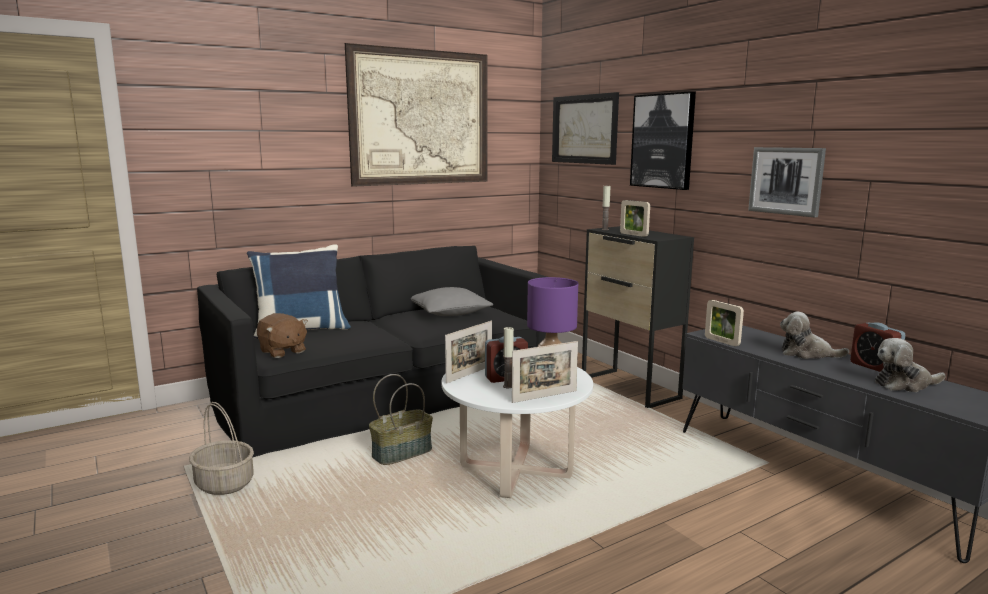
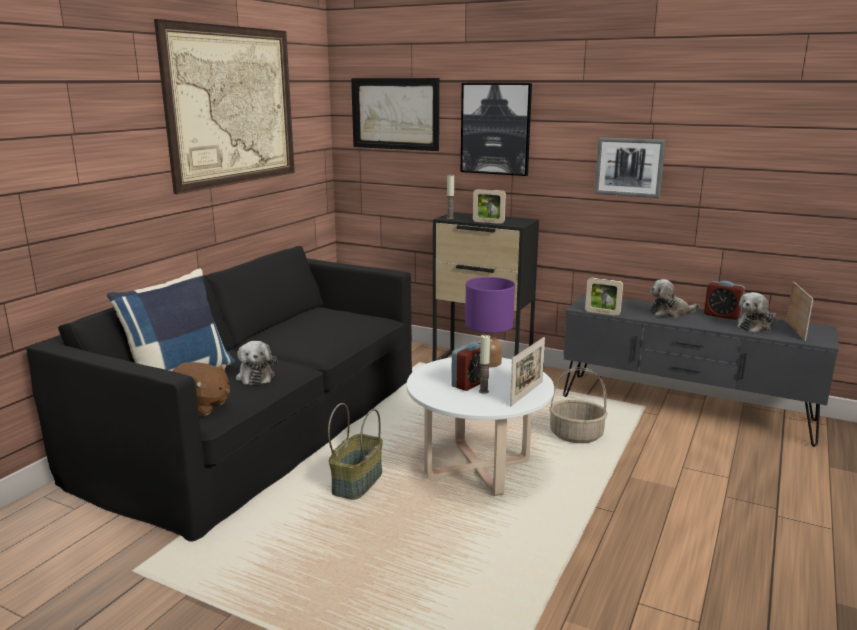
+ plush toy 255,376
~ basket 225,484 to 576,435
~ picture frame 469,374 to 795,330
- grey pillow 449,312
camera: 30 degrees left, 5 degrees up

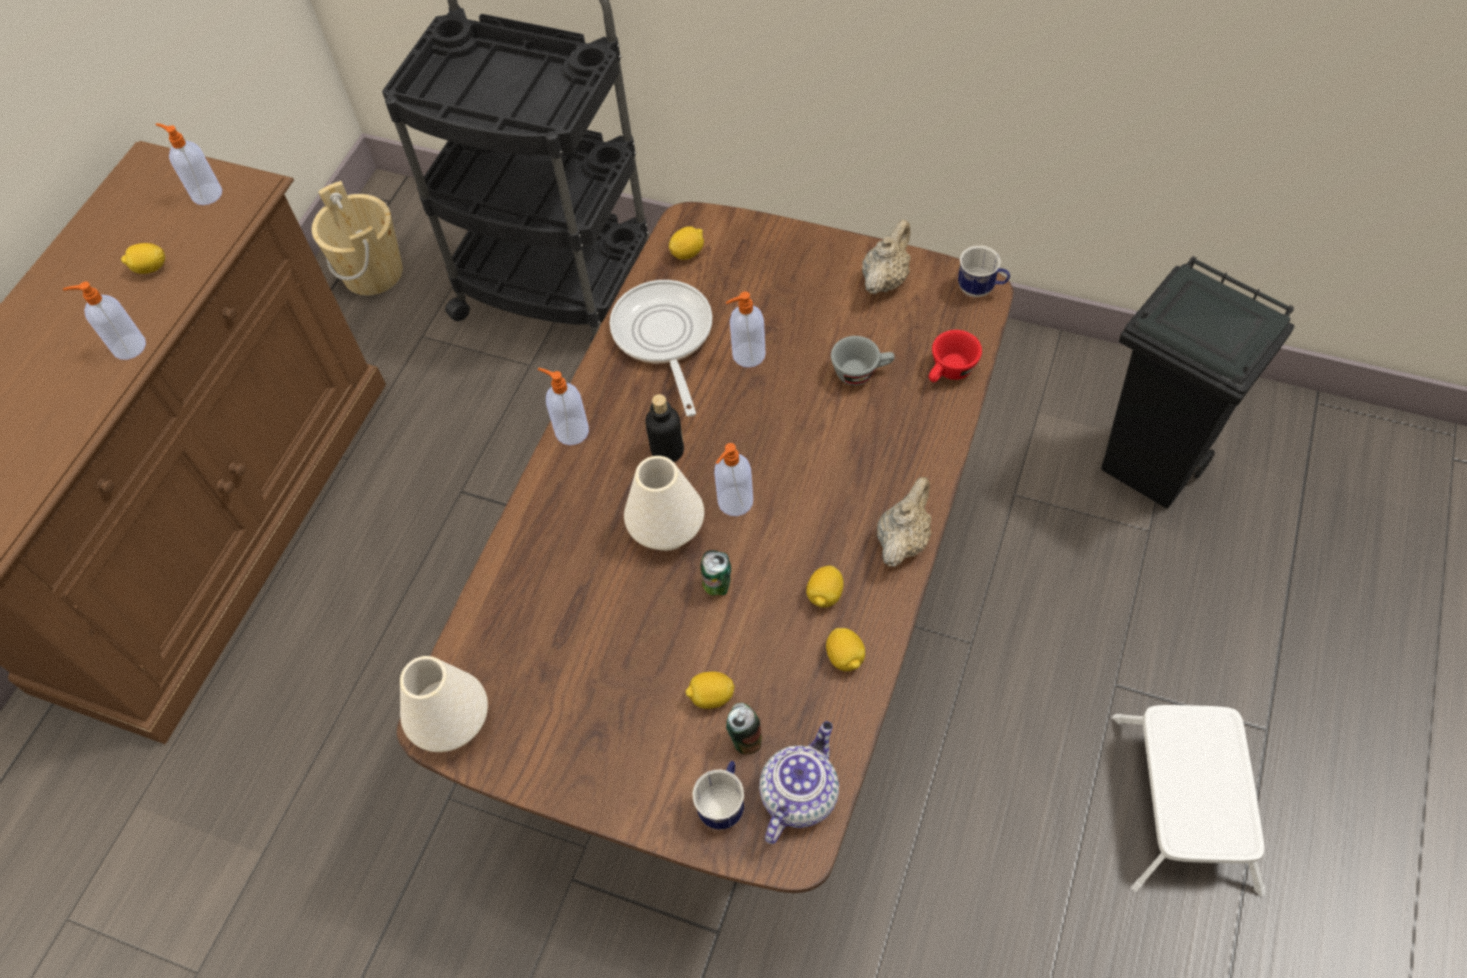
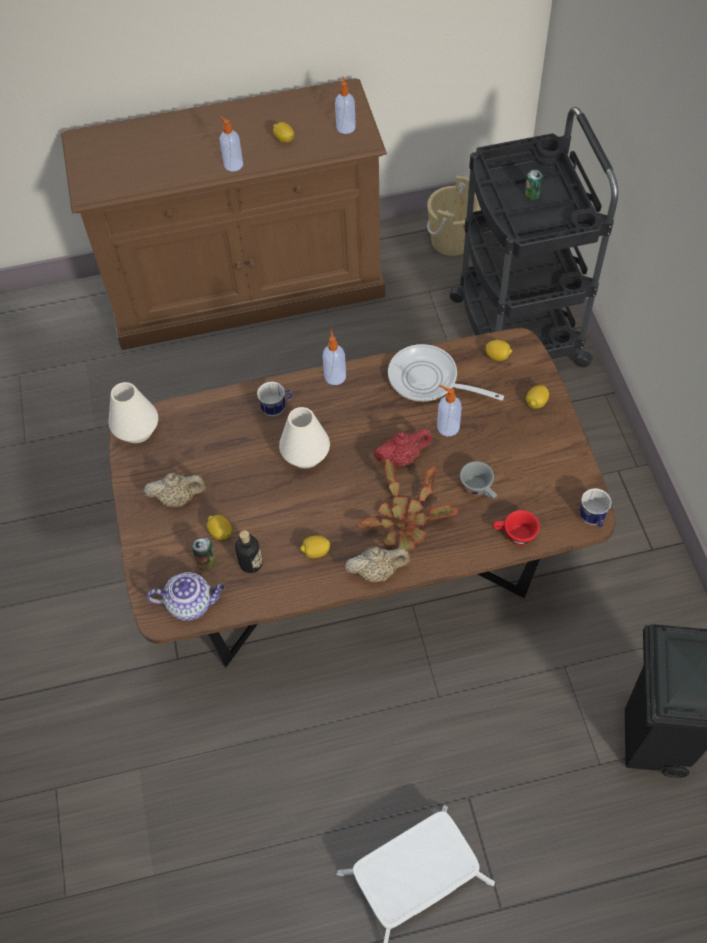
~ beige teapot 885,279 to 179,498
~ bottle 667,451 to 251,563
~ mug 724,803 to 277,408
+ potted plant 405,521
+ red teapot 402,457
~ frying pan 664,337 = 428,380 105 degrees counterclockwise
~ can 717,586 to 532,196
~ lemon 845,657 to 536,403
- soap dispenser 734,502
camera: 55 degrees right, 0 degrees up

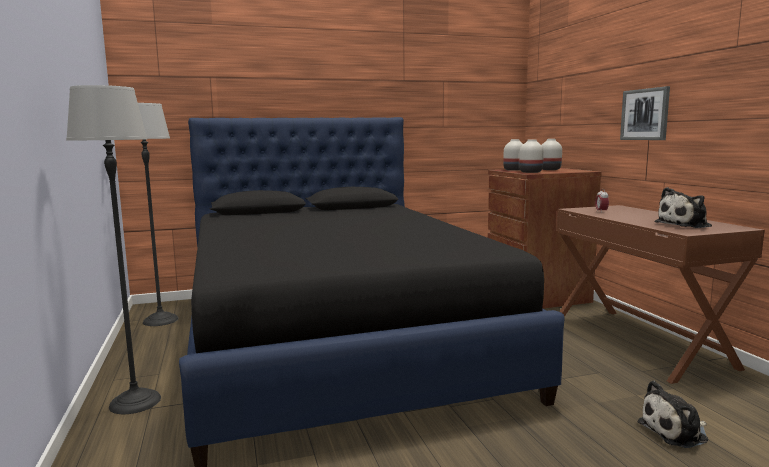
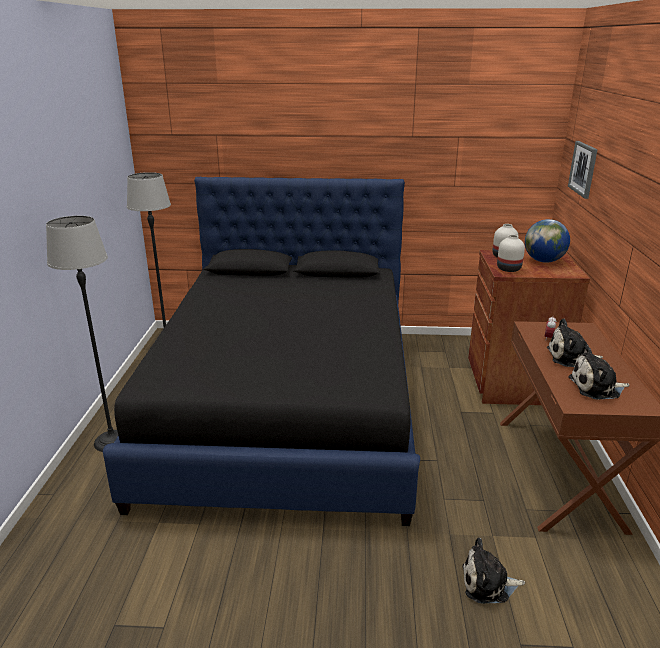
~ white vase 550,169 to globe 543,261
+ plush toy 571,357
~ picture 645,114 to 583,169
camera: 20 degrees right, 15 degrees up

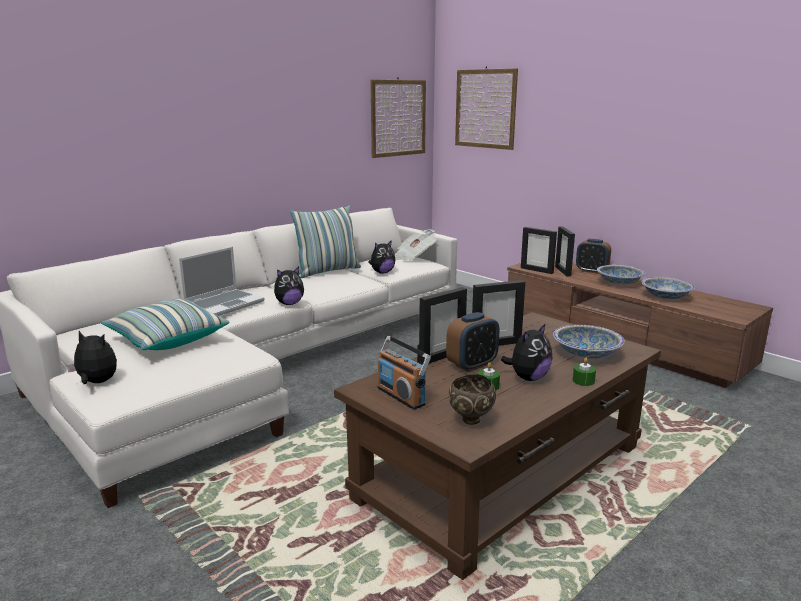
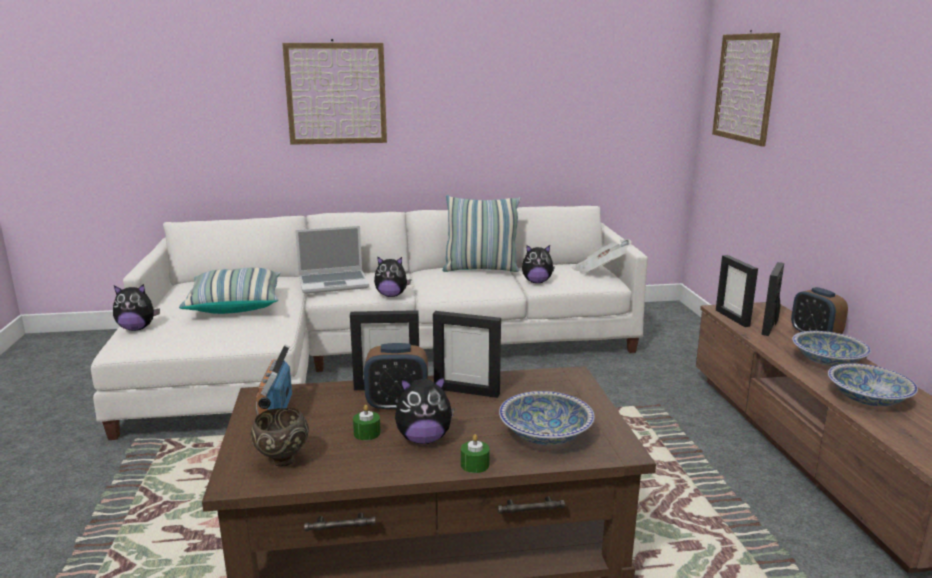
~ plush toy 96,383 = 137,328 120 degrees clockwise
~ picture 398,117 to 336,92
camera: 35 degrees right, 0 degrees up

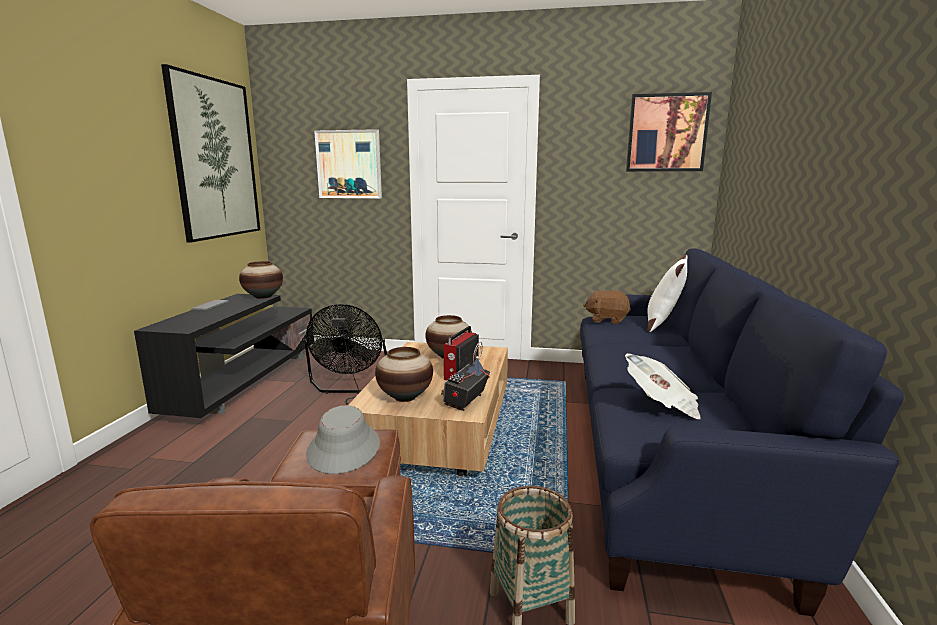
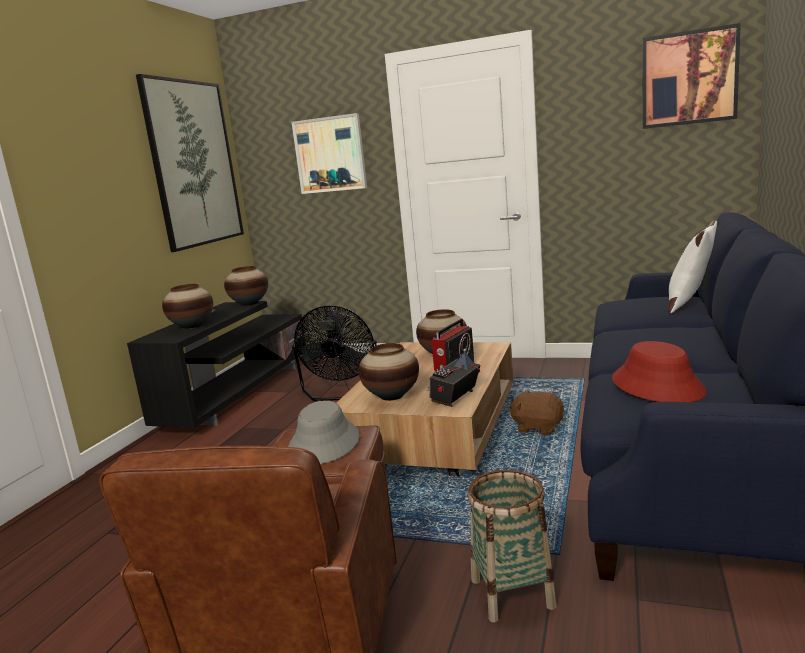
+ vase 192,326
~ brown plush toy 607,320 to 538,427
~ newspaper 662,404 to red hat 657,386
camera: 10 degrees right, 0 degrees up

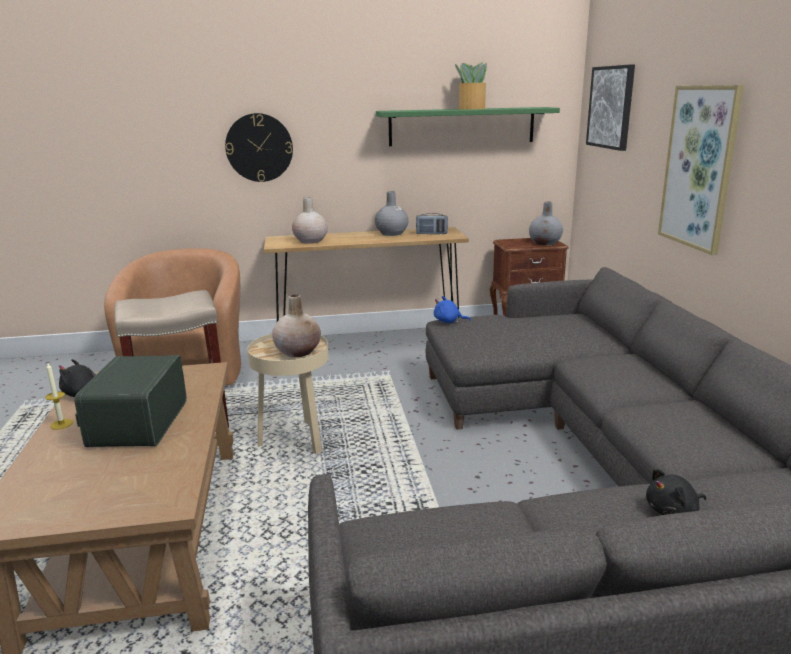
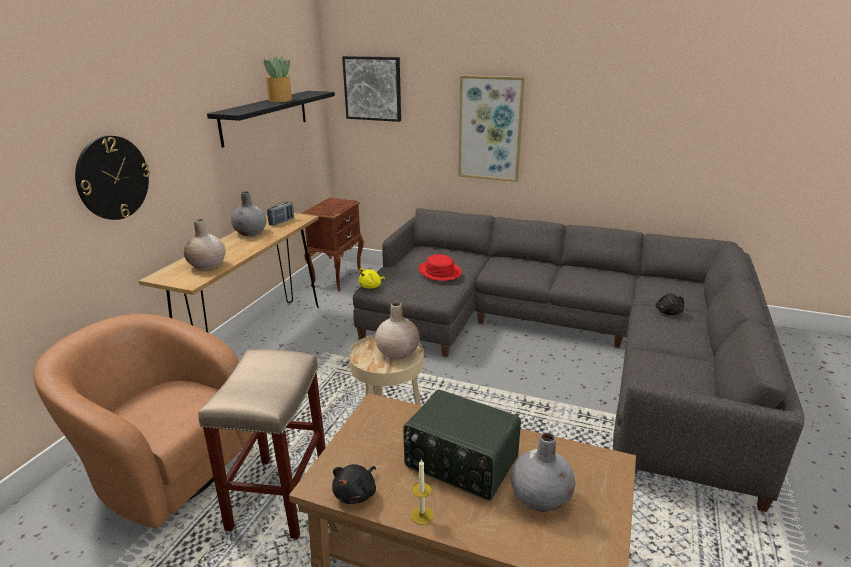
~ green shelf 462,126 to black shelf 265,117
~ blue plush toy 448,321 to yellow plush toy 371,286
+ red hat 439,271
~ grey vase 545,243 to 541,497
camera: 60 degrees left, 5 degrees up

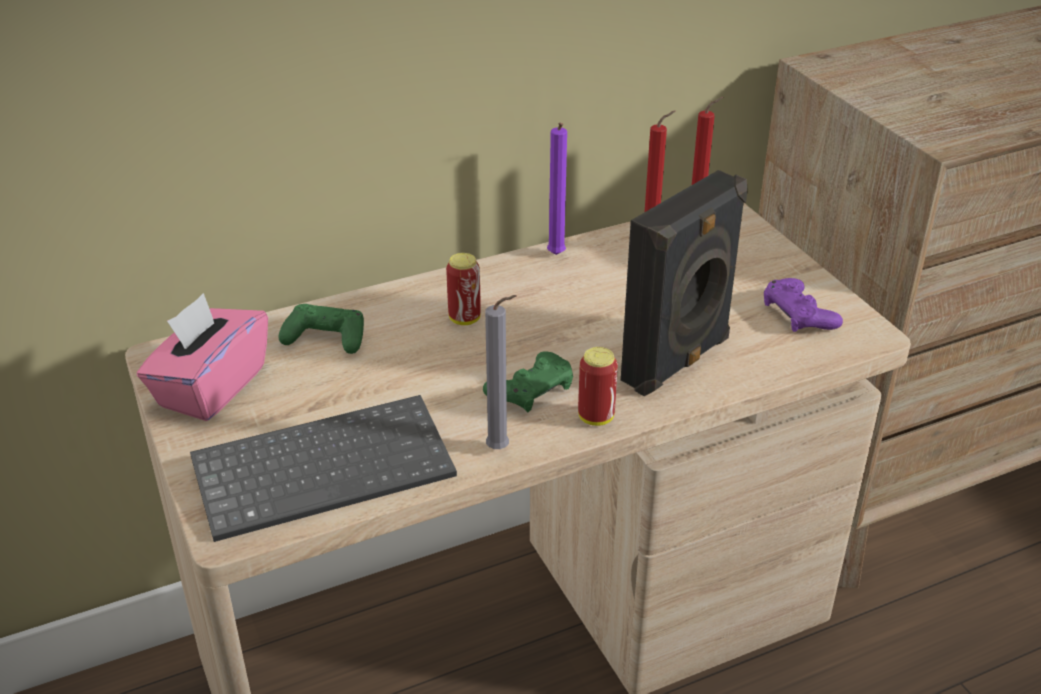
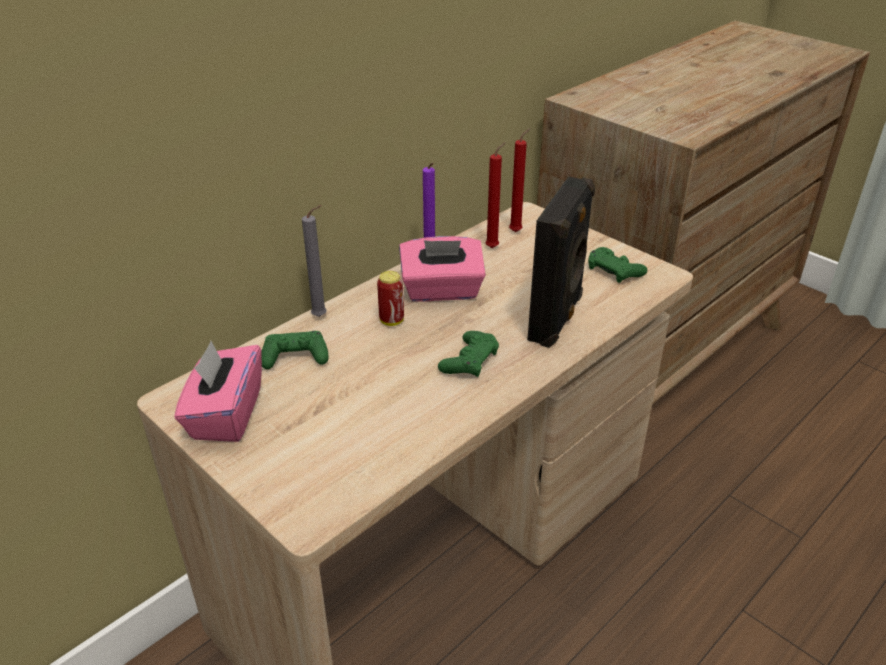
~ grey candle 501,449 to 322,316
+ pink tissue box 442,291
~ purple game controller 798,314 to green game controller 614,270
- keyboard 326,467
- can 596,417
camera: 20 degrees left, 0 degrees up

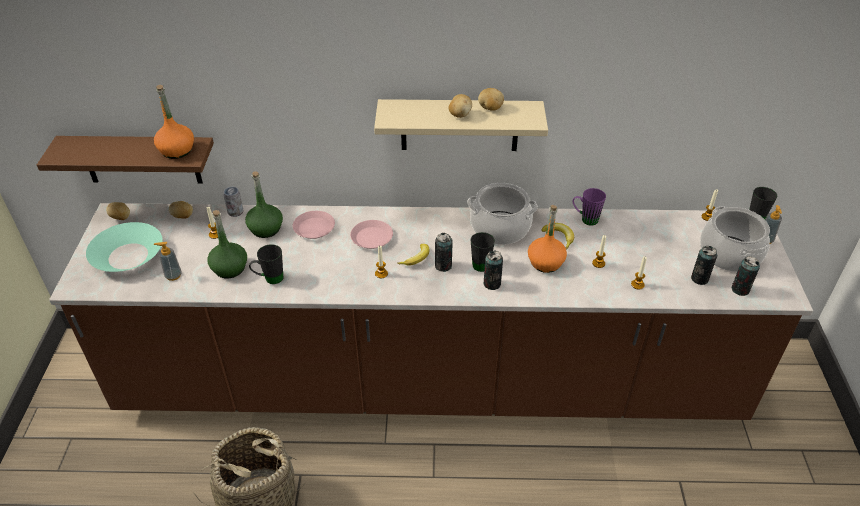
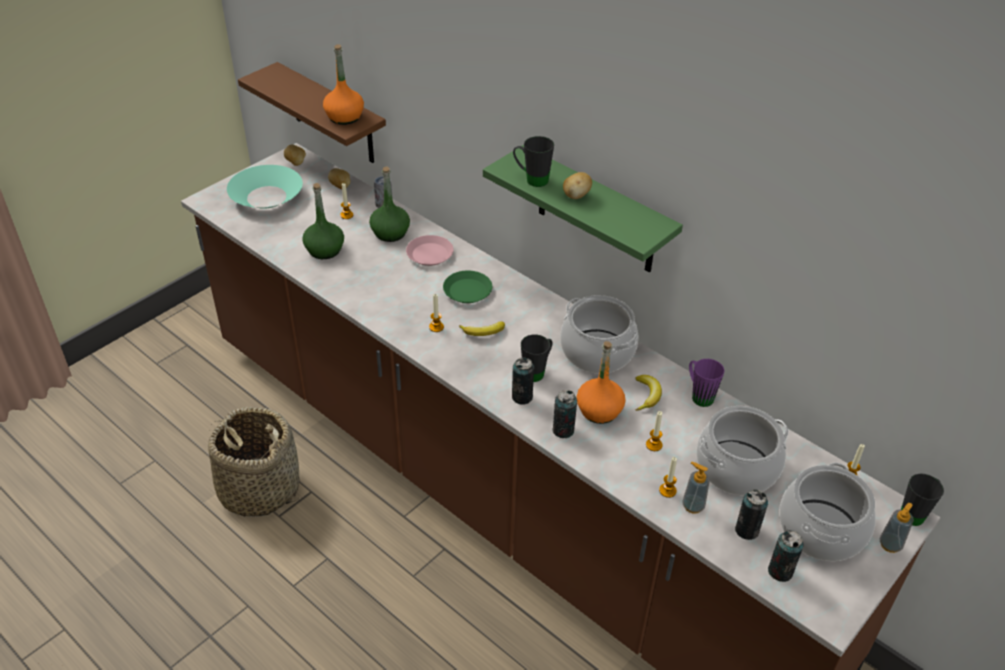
~ pink plate 371,237 to green plate 467,291
~ beige shelf 459,125 to green shelf 596,212
~ black mug 269,279 to 531,179
~ can 443,266 to 563,430
~ soap dispenser 173,275 to 693,506
+ cooking pot 736,468
- potato 490,108
camera: 40 degrees right, 0 degrees up

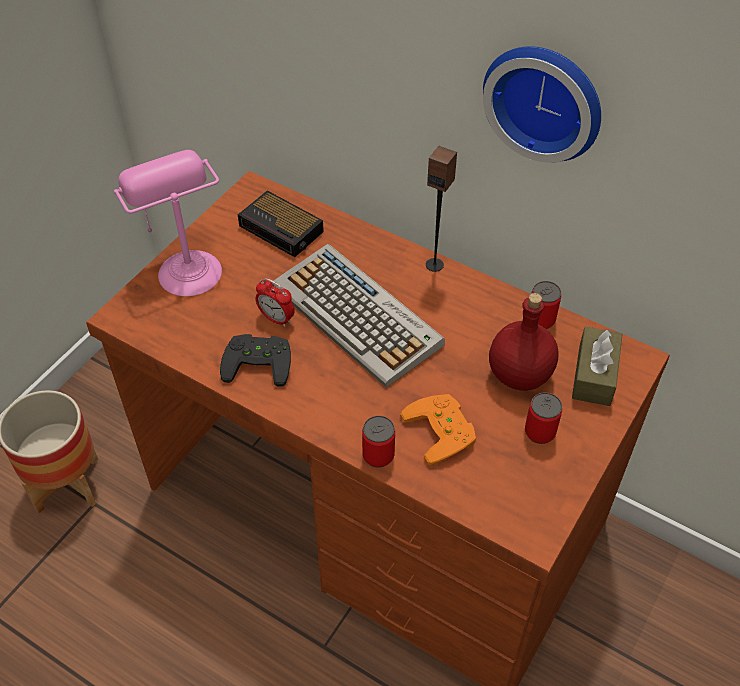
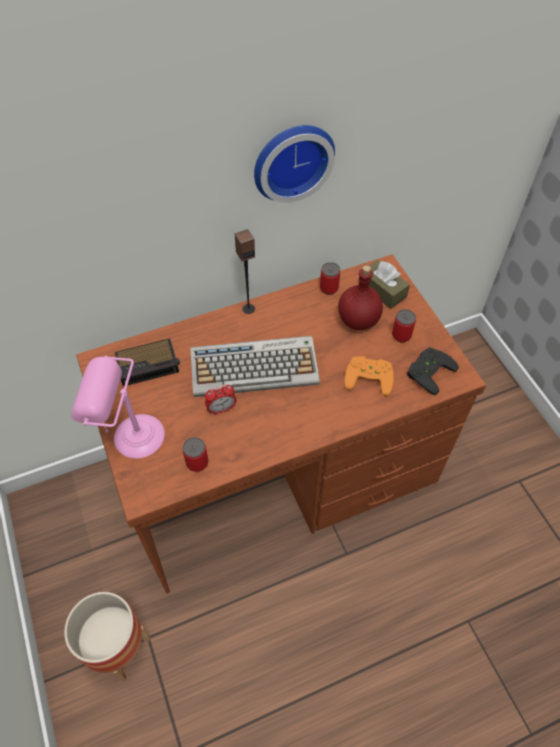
~ can 378,455 to 197,462
~ black game controller 259,360 to 428,370
camera: 55 degrees left, 5 degrees up

